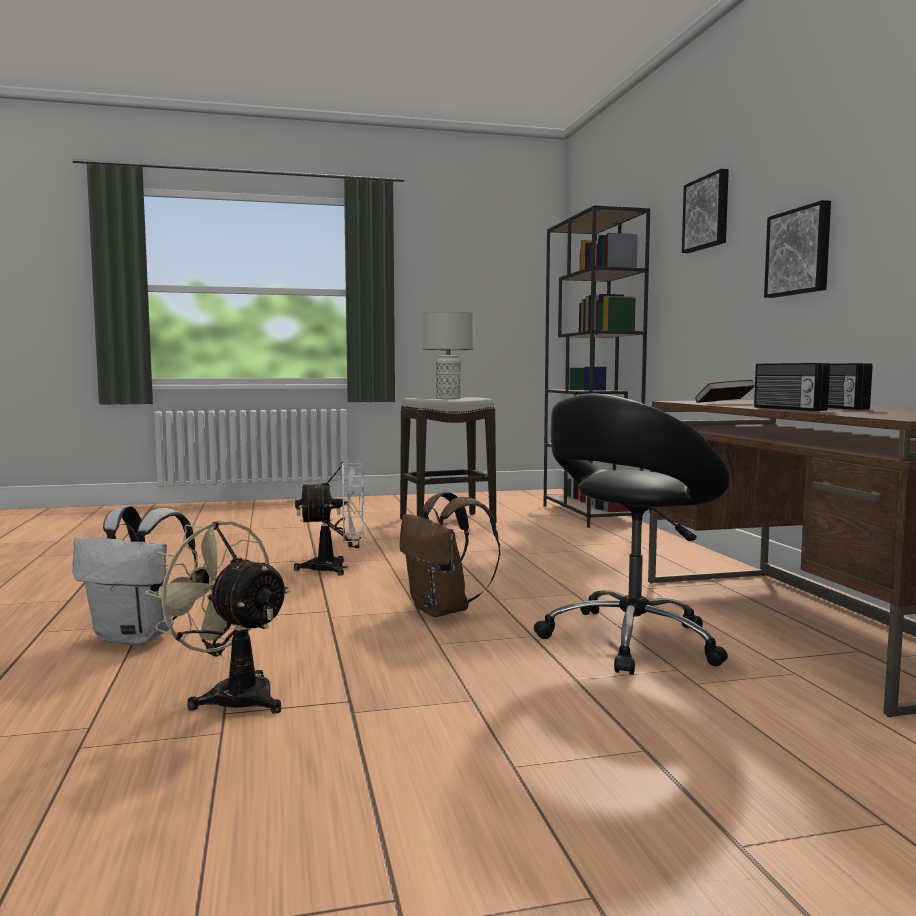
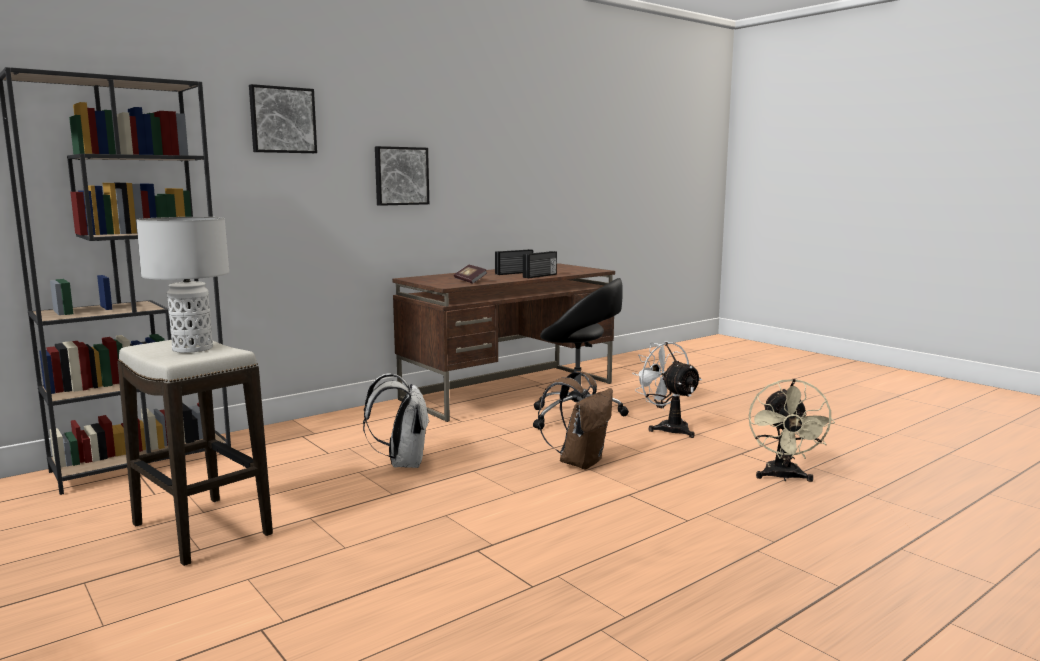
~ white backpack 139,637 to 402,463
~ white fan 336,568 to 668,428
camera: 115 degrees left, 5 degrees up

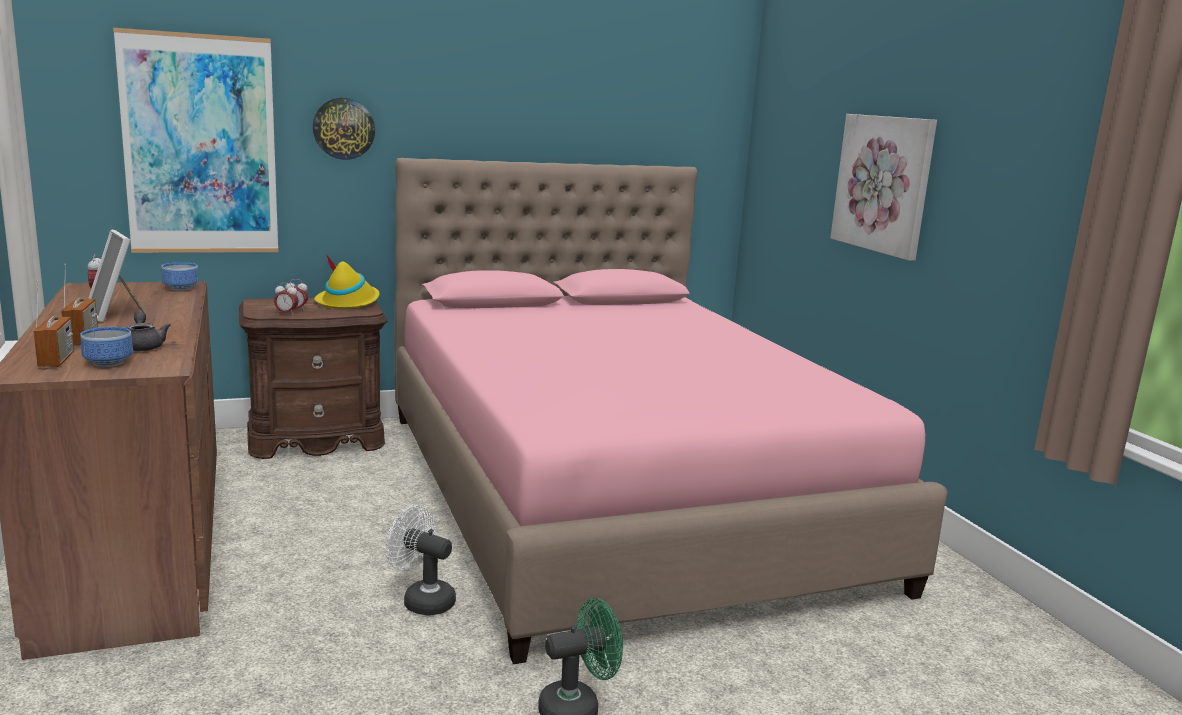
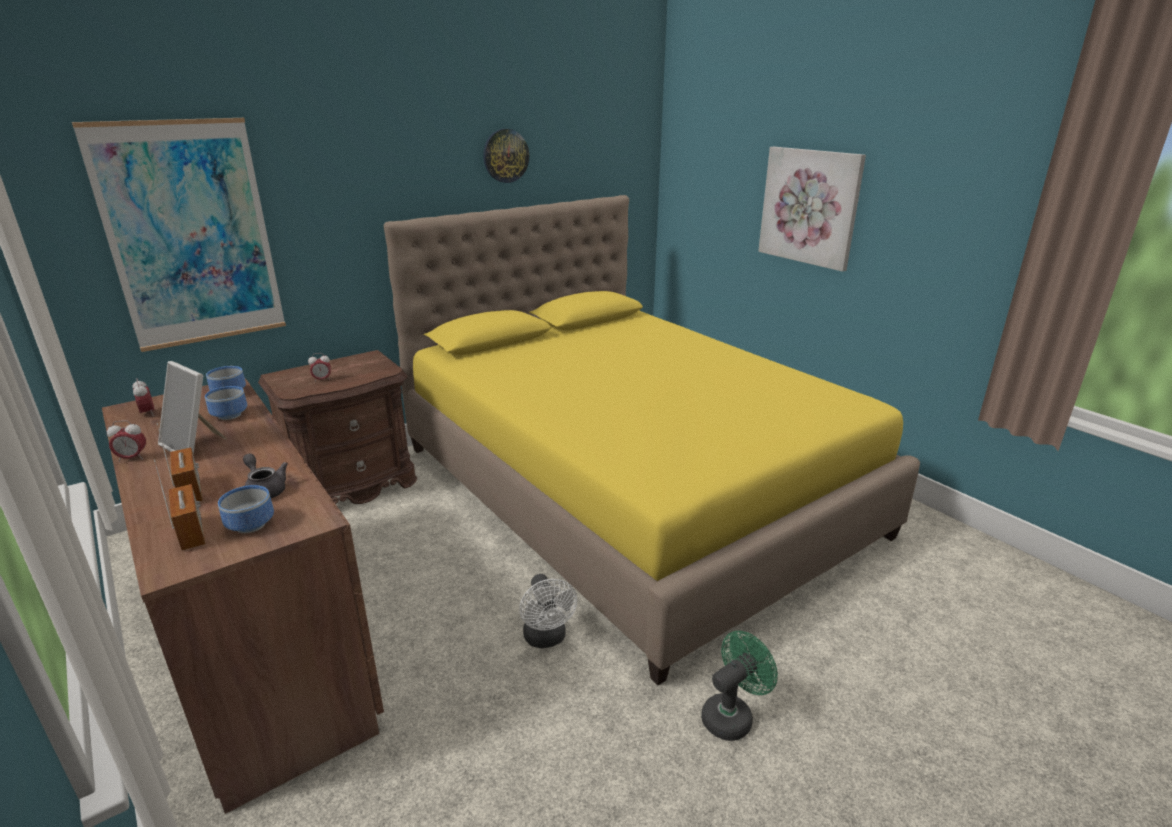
~ alarm clock 286,313 to 132,458
+ bowl 230,416
~ pink bed 614,493 to yellow bed 629,488
~ wall clock 343,128 to 505,156
~ white fan 422,600 = 547,639 120 degrees counterclockwise
- yellow hat 348,302
camera: 15 degrees left, 10 degrees up

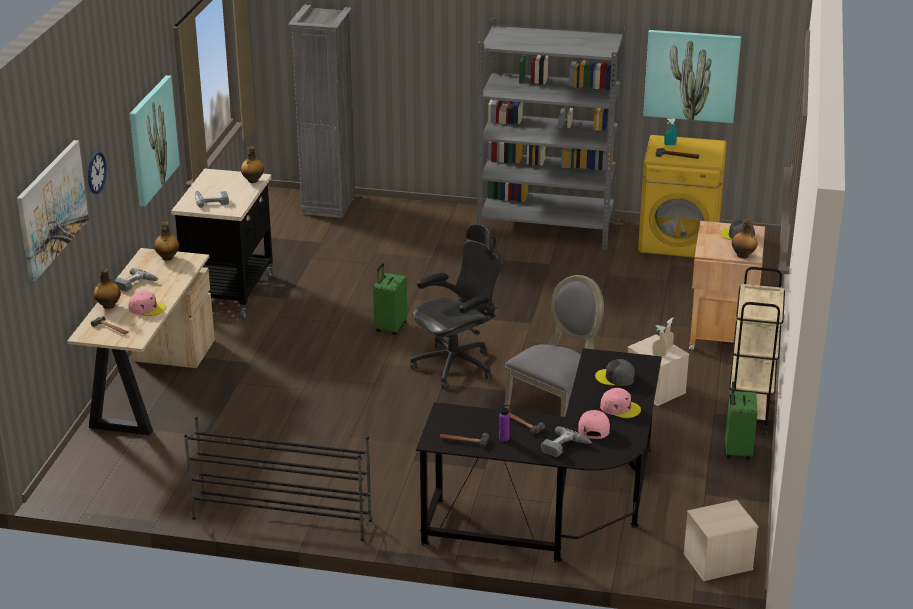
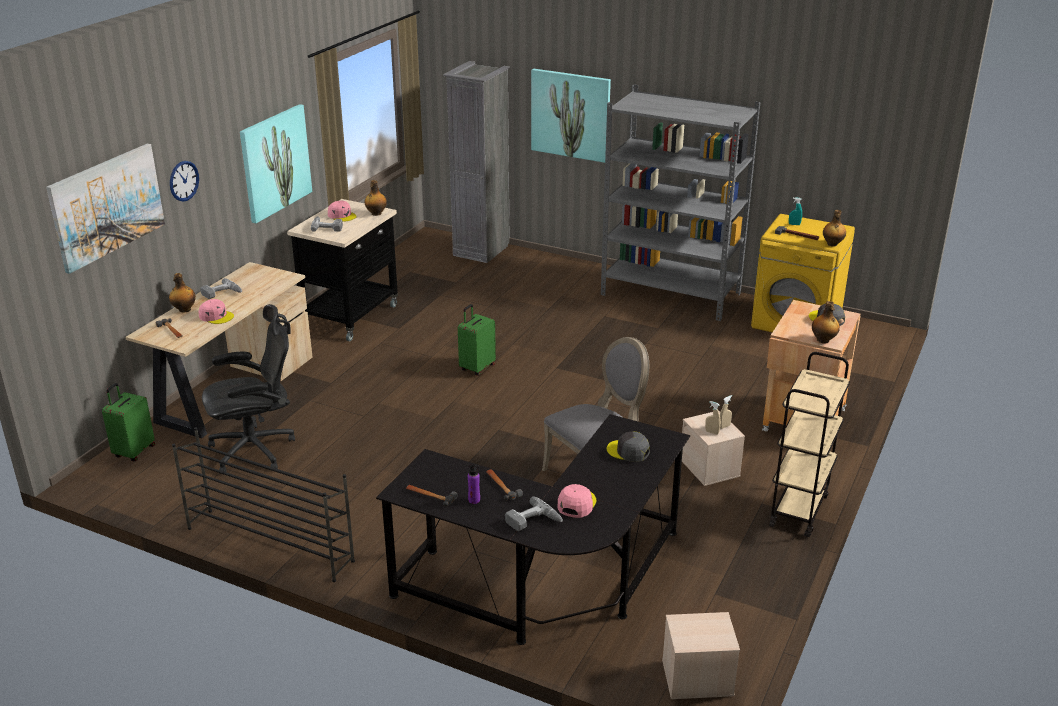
~ green suitcase 736,451 to 134,451
~ office chair 457,364 to 256,449
~ pink cap 620,408 to 342,215
~ picture 691,75 to 571,114
~ bottle 167,258 to 832,244
camera: 15 degrees right, 0 degrees up

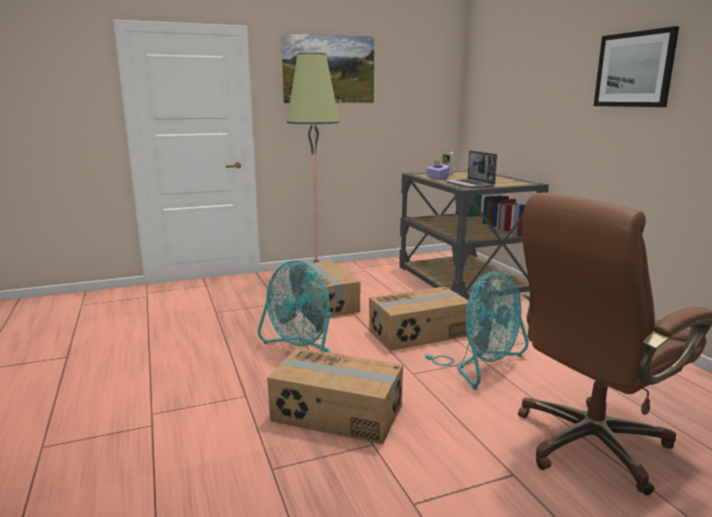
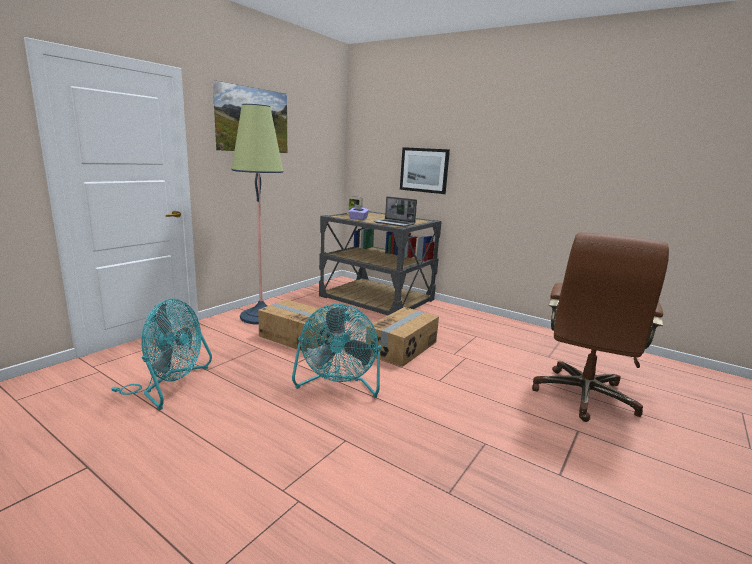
~ turquoise fan 480,366 to 167,386
~ picture 634,69 to 424,170
- cardboard box 337,413
camera: 35 degrees left, 0 degrees up

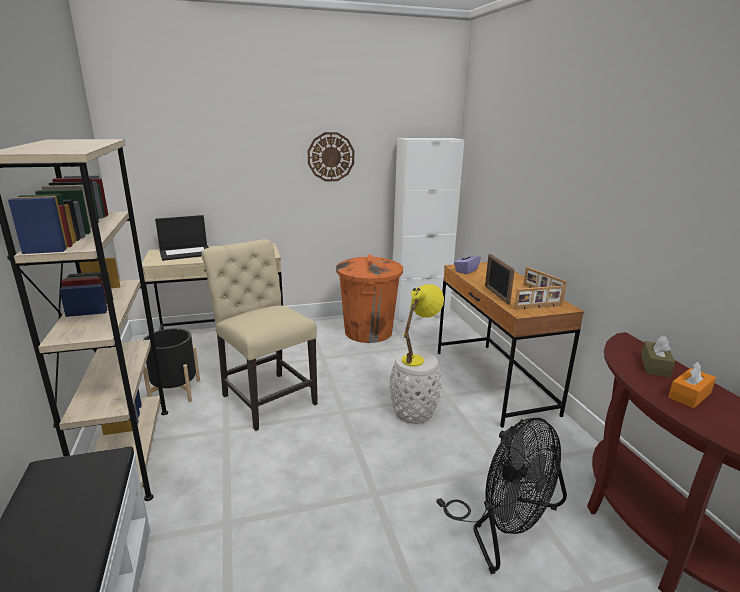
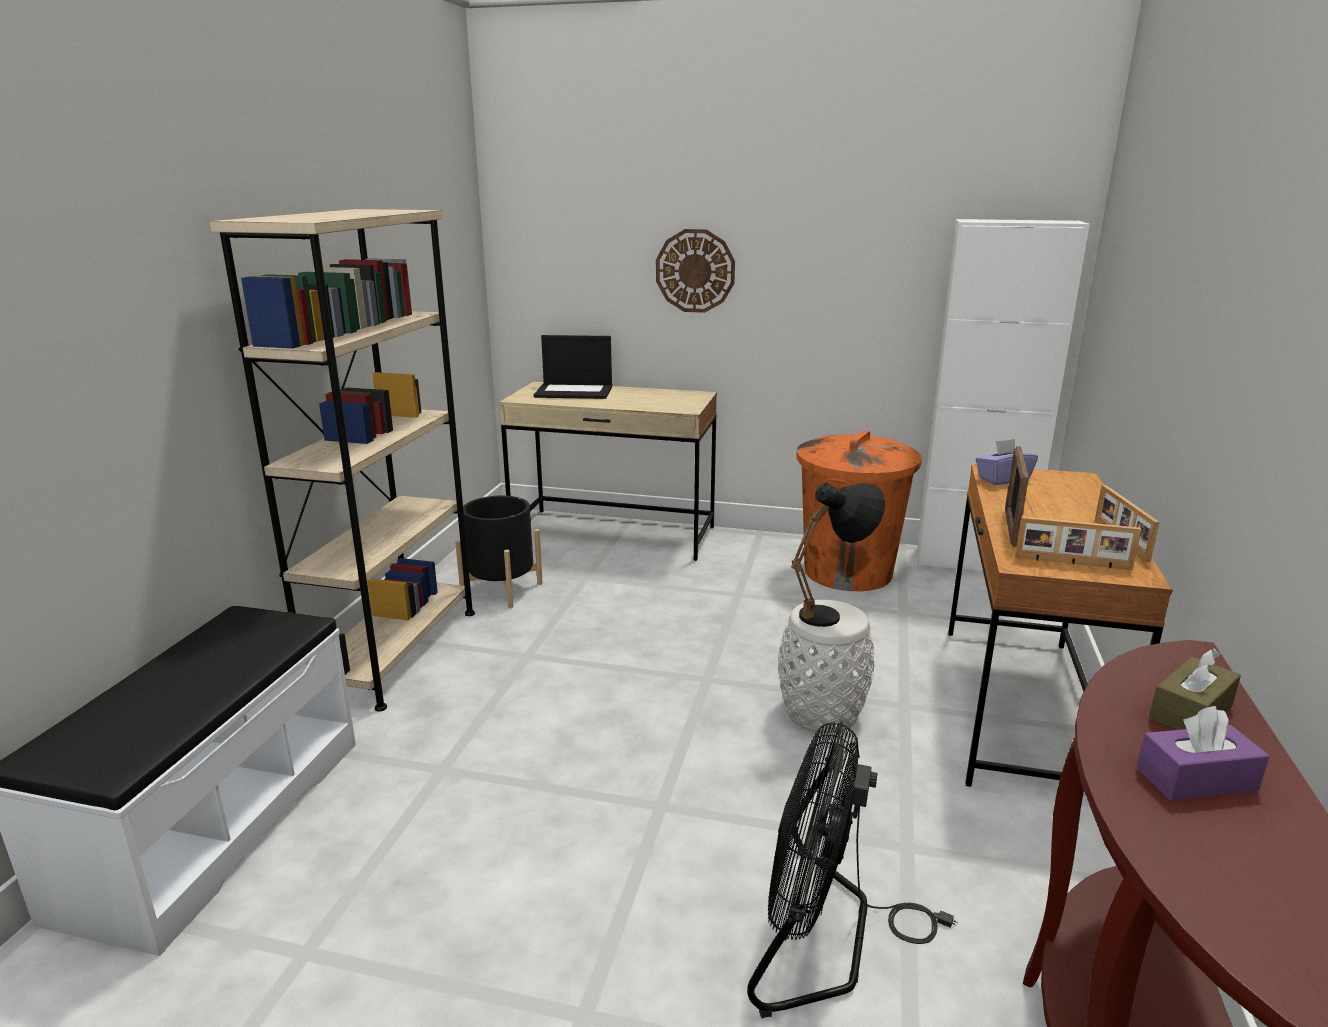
~ wall clock 331,157 to 695,271
~ black fan 502,525 = 828,930 120 degrees clockwise
~ yellow table lamp 418,358 to black table lamp 833,614
~ orange tissue box 689,395 to purple tissue box 1196,779
- beige chair 266,397
camera: 30 degrees right, 0 degrees up

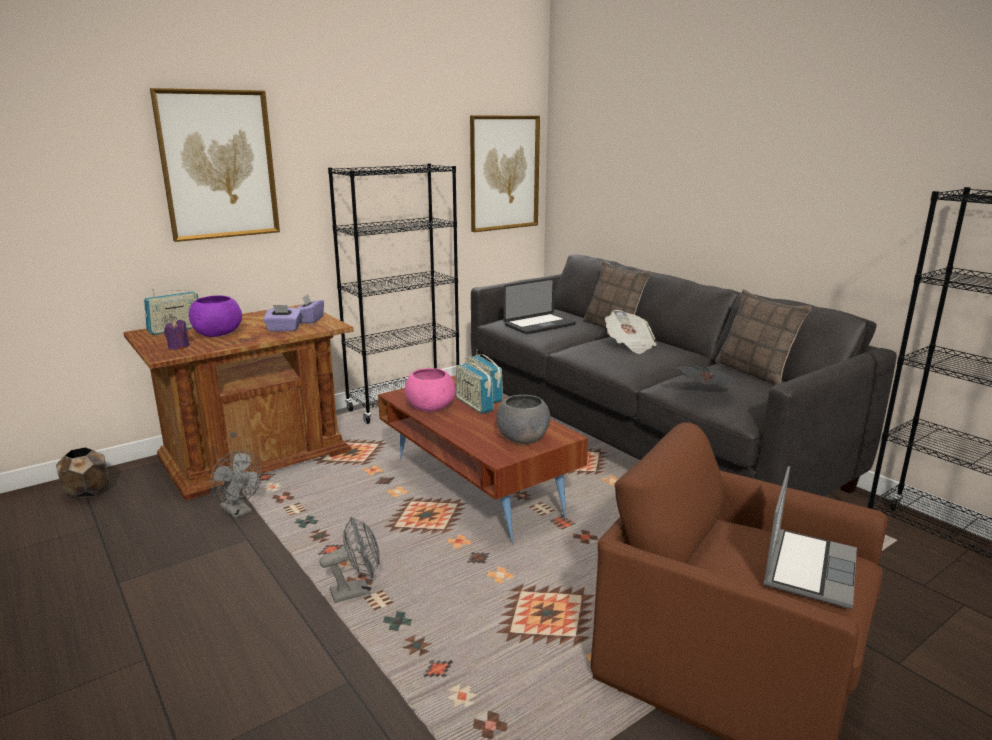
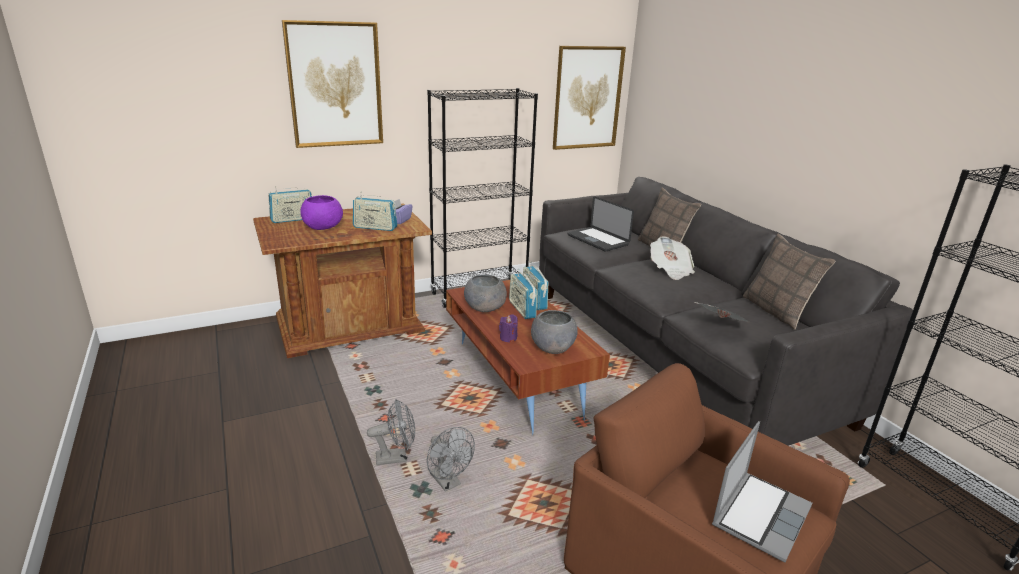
~ purple tissue box 283,329 to radio 375,227
~ grey fan 239,511 to 448,482
~ pink bowl 431,408 to grey bowl 485,308
~ purple candle 178,347 to 508,338
~ laptop 539,325 = 597,240 75 degrees clockwise
- brown planter 87,493
camera: 10 degrees right, 5 degrees up

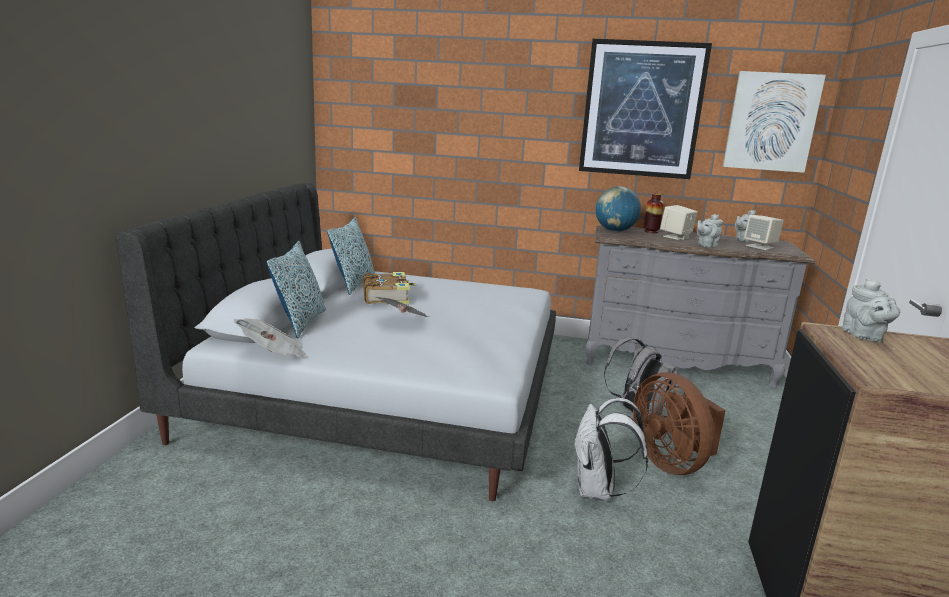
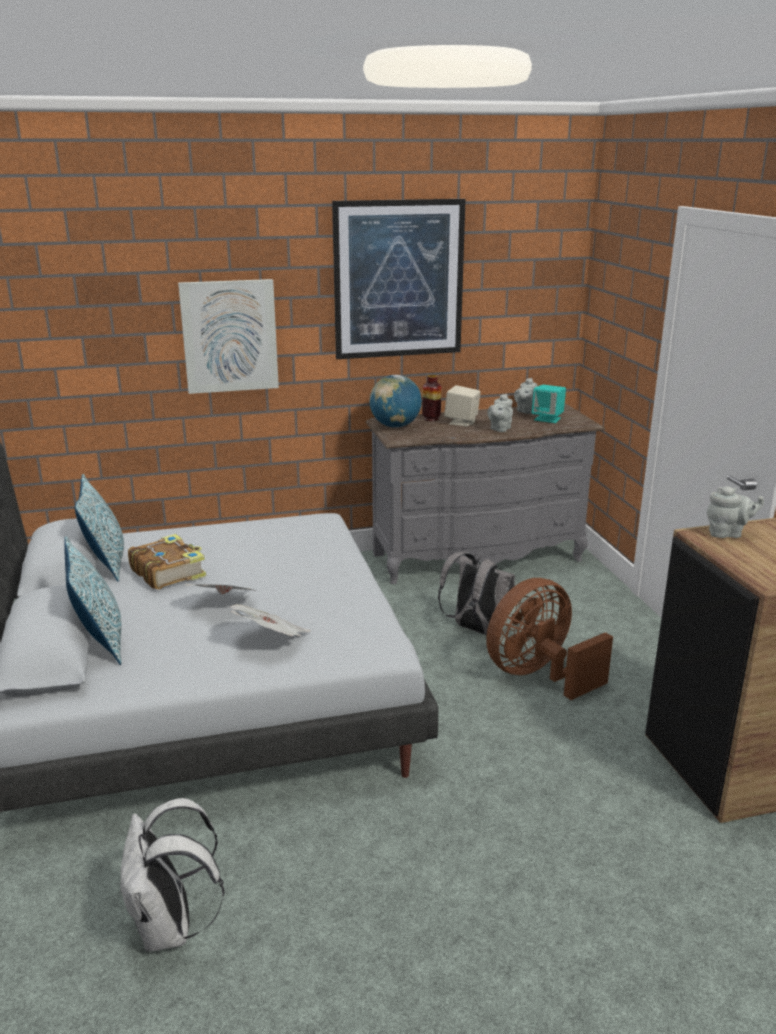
~ white backpack 598,491 to 170,928
~ picture 771,122 to 229,336
~ newspaper 273,355 to 272,638
~ brown fan 671,462 = 538,675 105 degrees clockwise
~ beige speaker 760,247 to turquoise speaker 548,419
~ grey teapot 864,336 = 727,534 60 degrees counterclockwise
camera: 25 degrees left, 5 degrees up

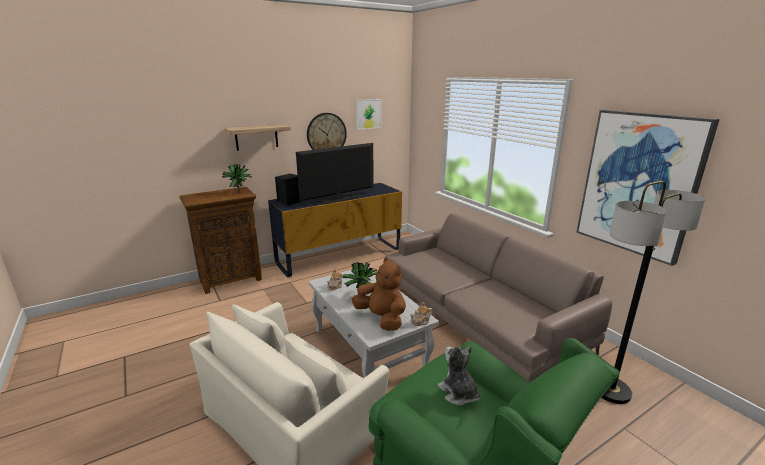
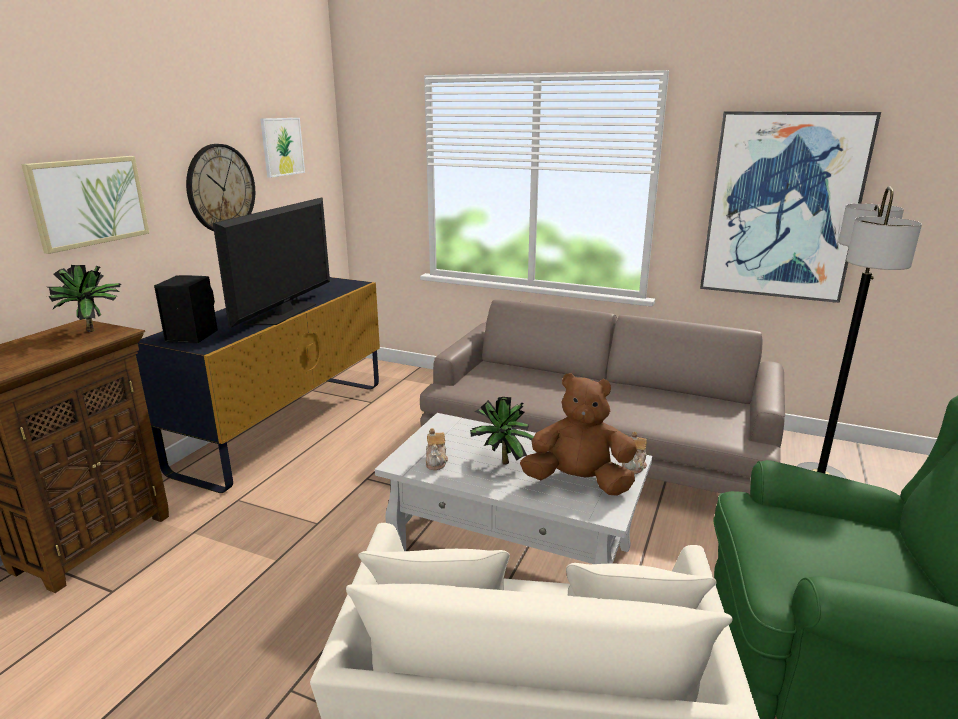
~ shelf 256,137 to picture 89,202
- plush toy 458,393
camera: 35 degrees left, 0 degrees up

